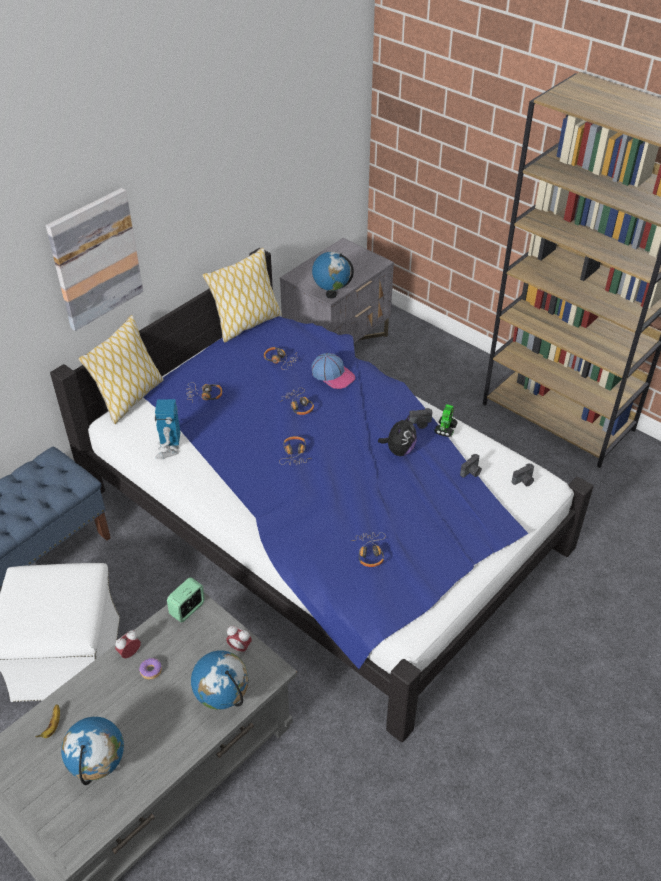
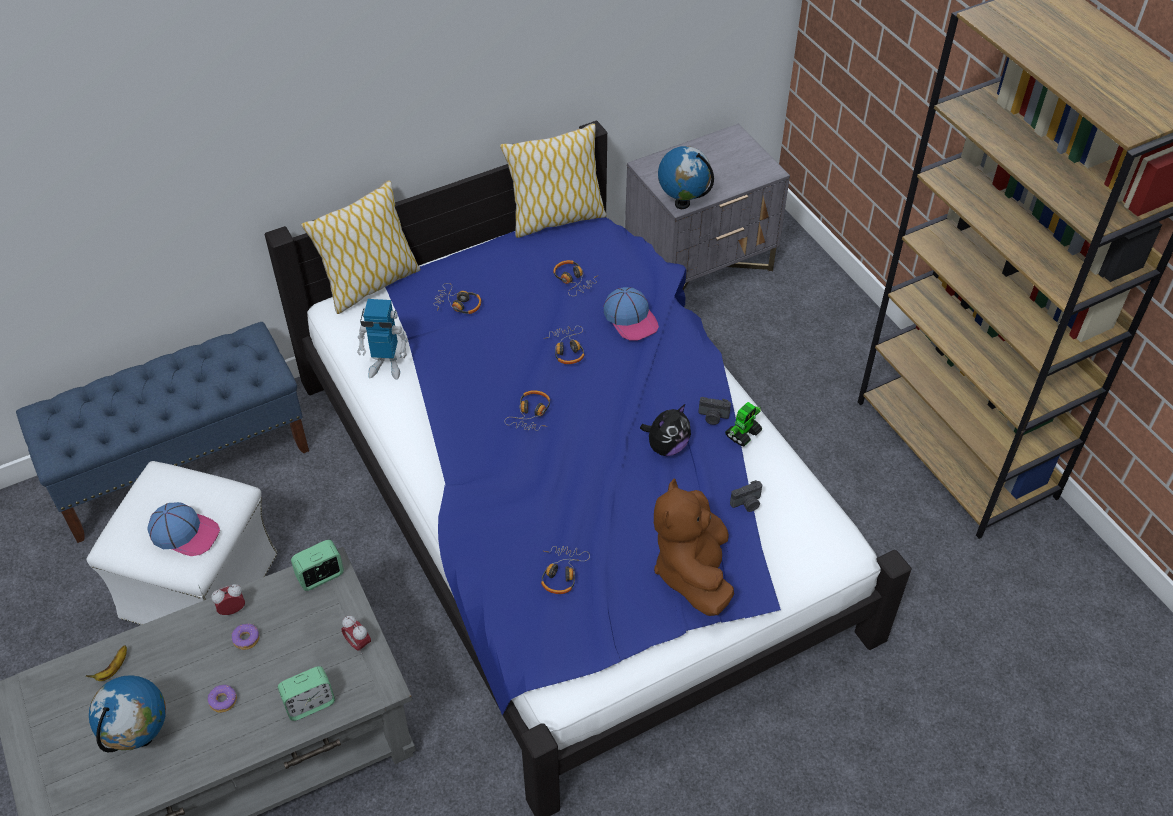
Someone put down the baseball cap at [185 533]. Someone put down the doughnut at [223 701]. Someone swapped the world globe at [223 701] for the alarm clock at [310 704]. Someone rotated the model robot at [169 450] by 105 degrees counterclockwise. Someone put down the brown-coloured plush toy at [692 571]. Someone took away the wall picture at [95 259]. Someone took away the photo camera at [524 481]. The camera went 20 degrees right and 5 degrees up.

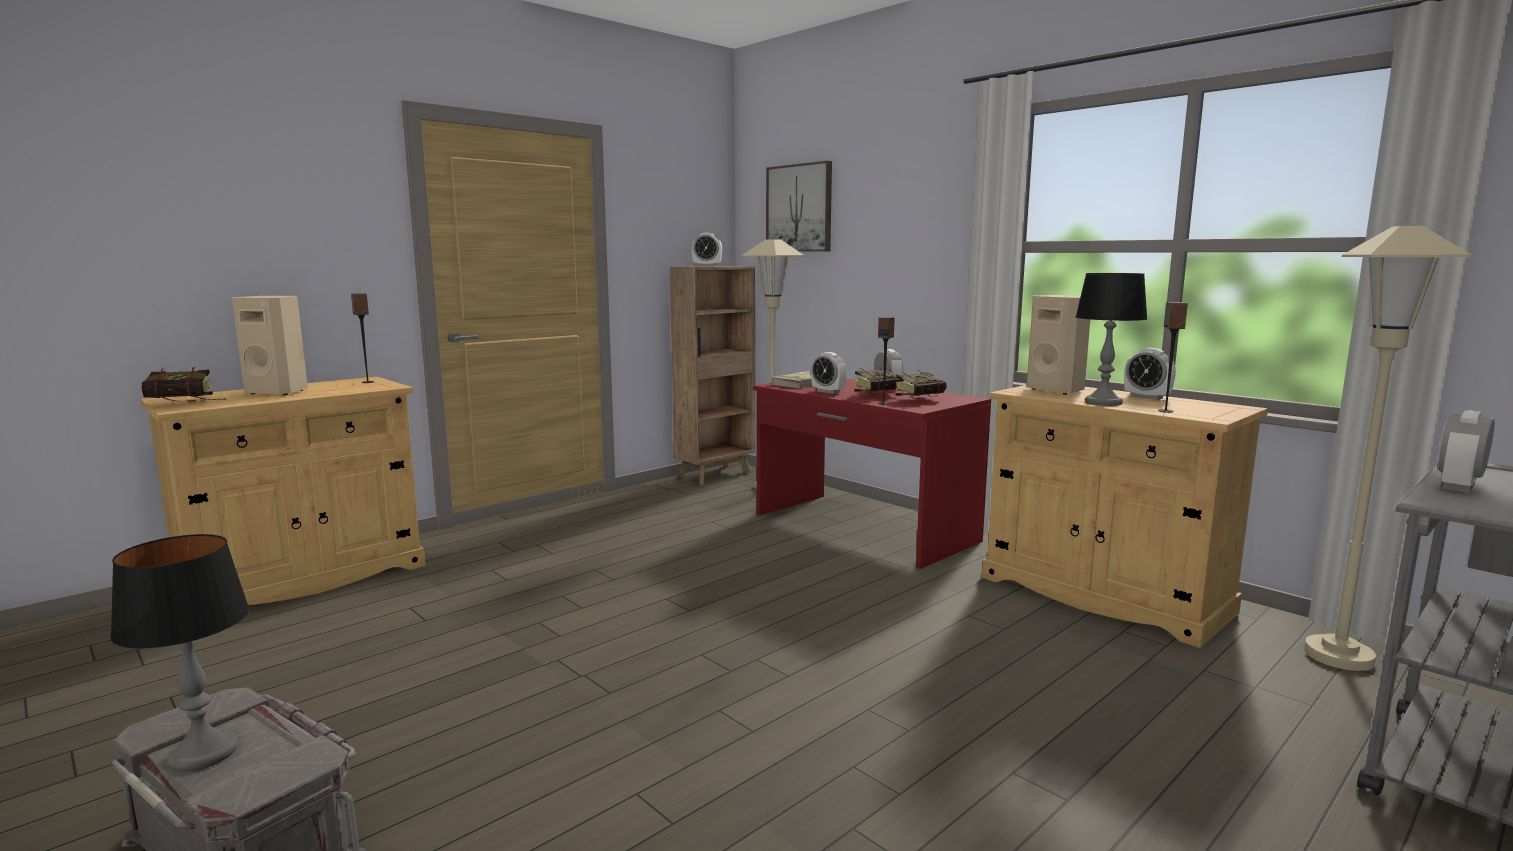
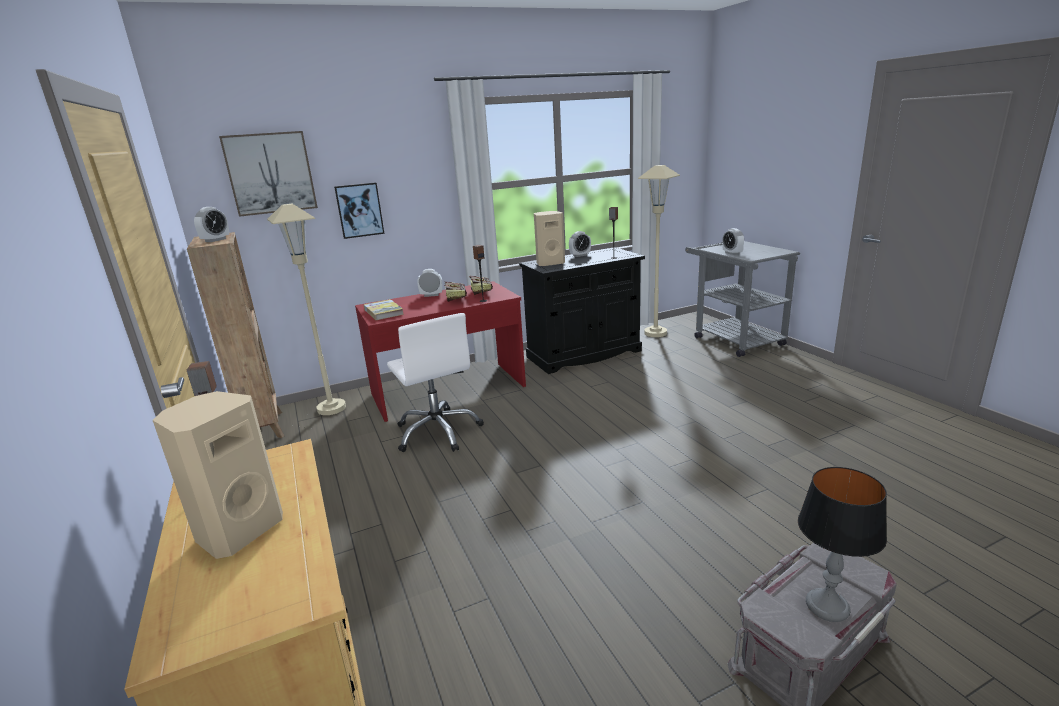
Someone put up the wall picture at [359 210]. Someone put down the whitish office chair at [438 432]. Someone repainted the beige-coloured storage cabinet at [1103 595], which became the black-coloured storage cabinet at [584 354]. Someone took away the volume at [188 403]. Someone took away the alarm clock at [828 392]. Someone took away the tabletop lamp at [1103 402]. The camera went 70 degrees left and 10 degrees up.

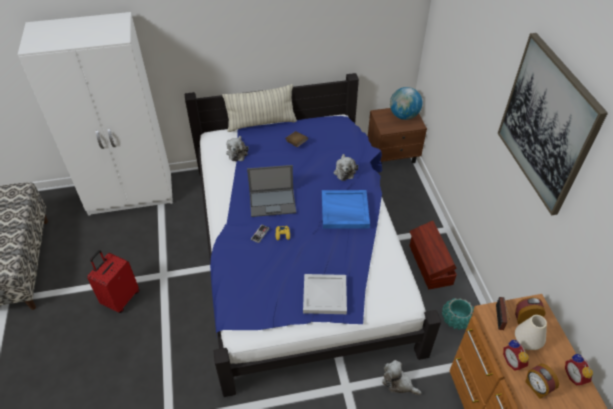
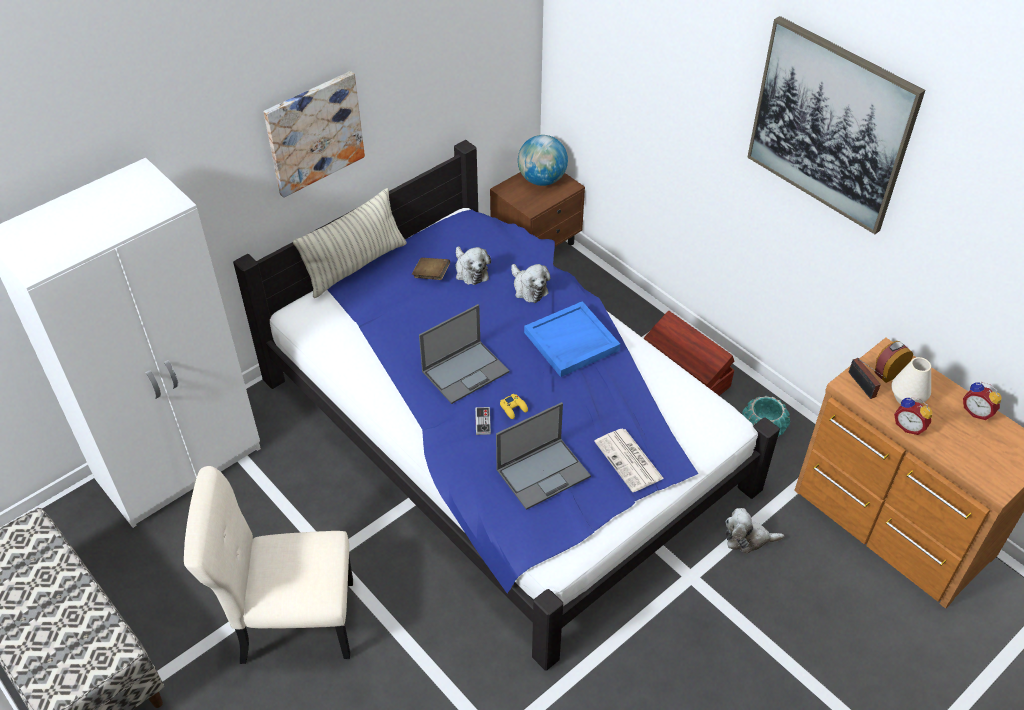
Someone swapped the red suitcase at [120 298] for the beige-coloured plain chair at [292 621]. Someone put up the wall picture at [314 133]. Someone carried the plush toy from [237 152] to [470 271]. Someone put down the portable computer at [544 472]. Someone swapped the whitish carrying tray at [325 296] for the printed paper at [629 461]. Someone took away the alarm clock at [537 387]. The camera went 30 degrees left and 0 degrees up.

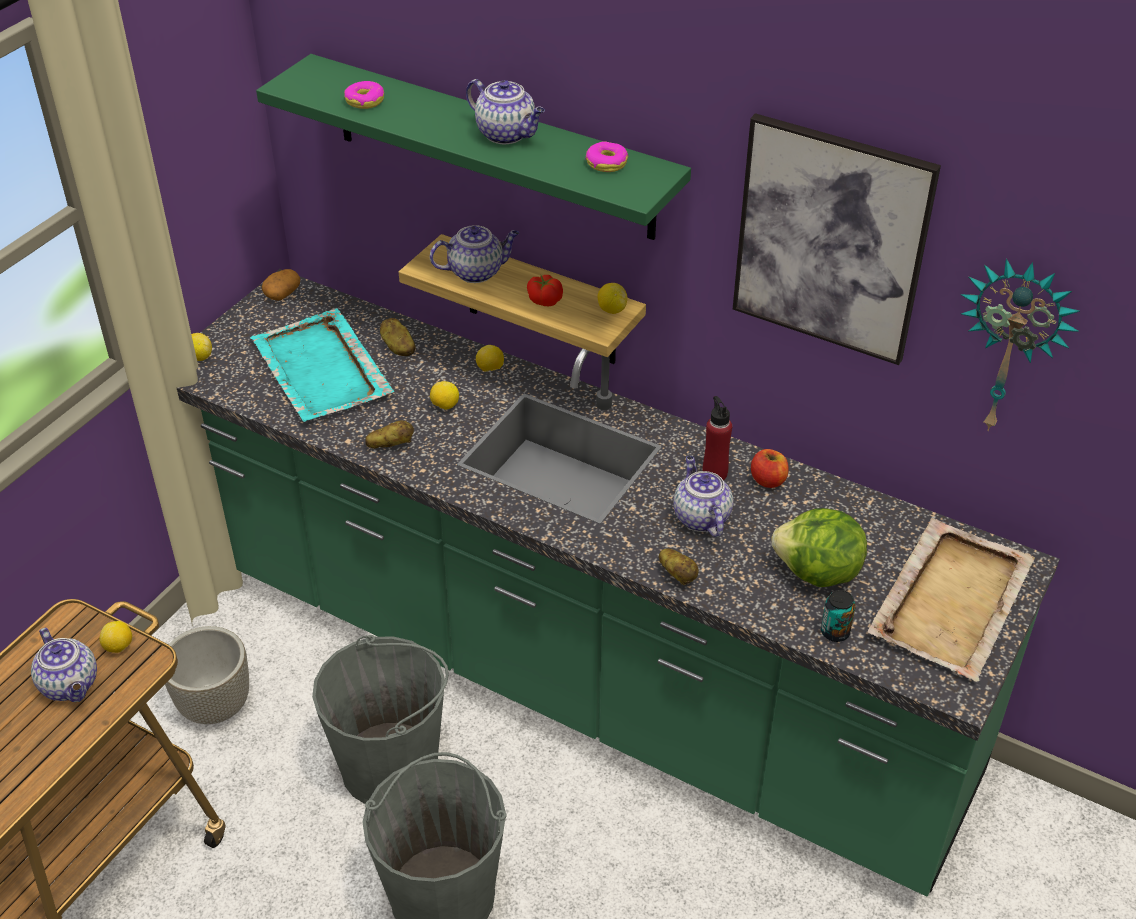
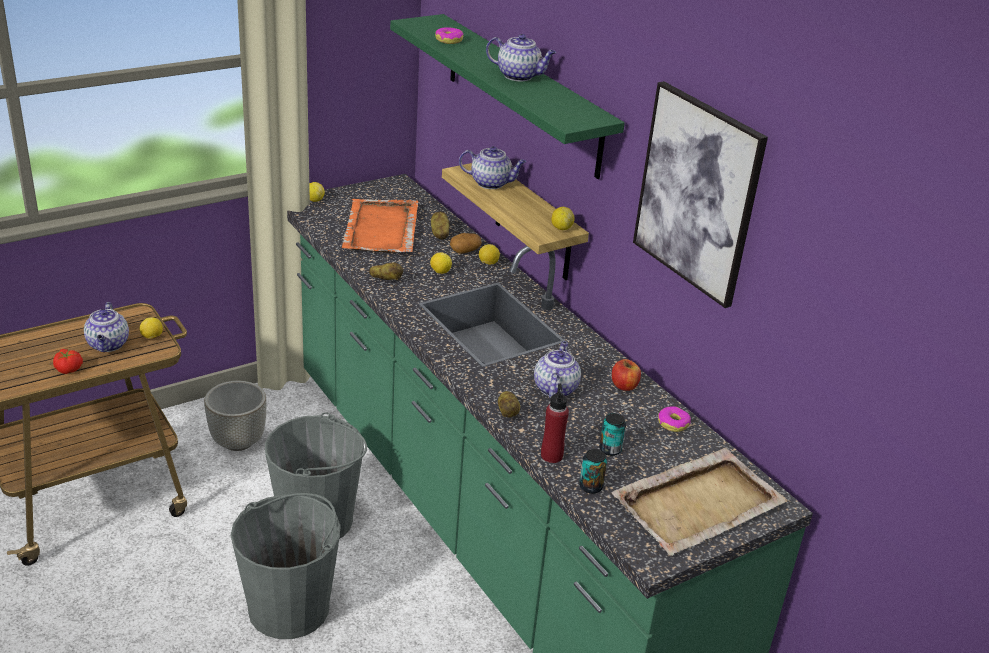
Someone carried the whole tomato from [545 300] to [69 369]. Someone repainted the turquoise carrying tray at [322 371], which became the orange carrying tray at [380 230]. Someone carried the potato from [282 293] to [465 250]. Someone rotated the tea pot at [507 134] by 45 degrees counterclockwise. Someone carried the red drink bottle from [714 473] to [551 456]. Someone swapped the lettuce at [817 573] for the metal can at [610 449]. Someone carried the doughnut from [606 163] to [673 423]. Someone took away the clock on the wall at [1011 345]. The camera went 25 degrees right and 10 degrees down.

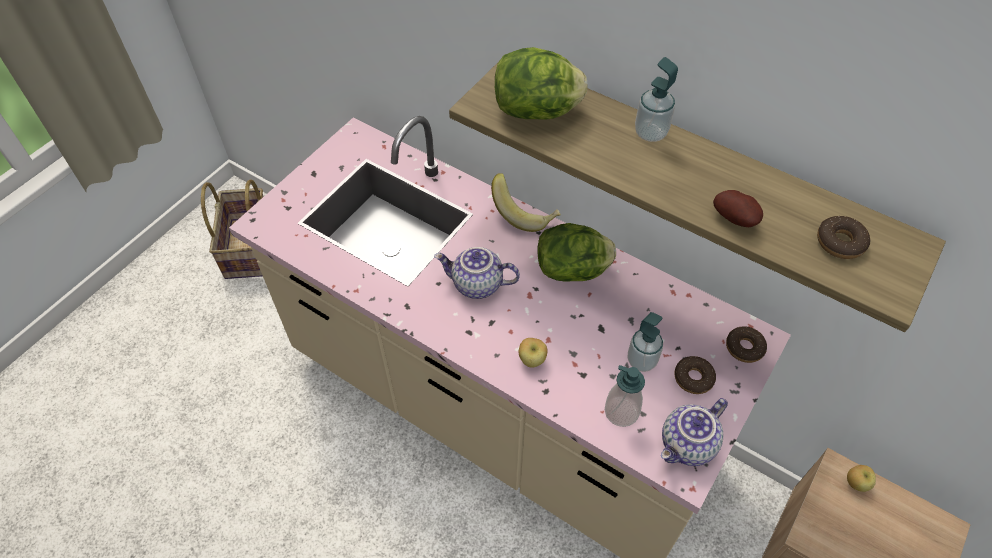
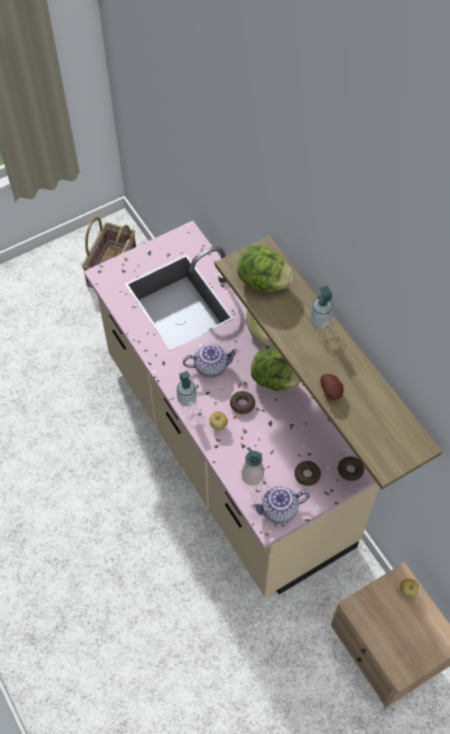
Someone carried the soap bottle from [641 361] to [187 399]. Someone rotated the tea pot at [476 285] by 135 degrees clockwise. Someone carried the doughnut from [840 242] to [242 404]. The camera went 25 degrees right and 5 degrees up.

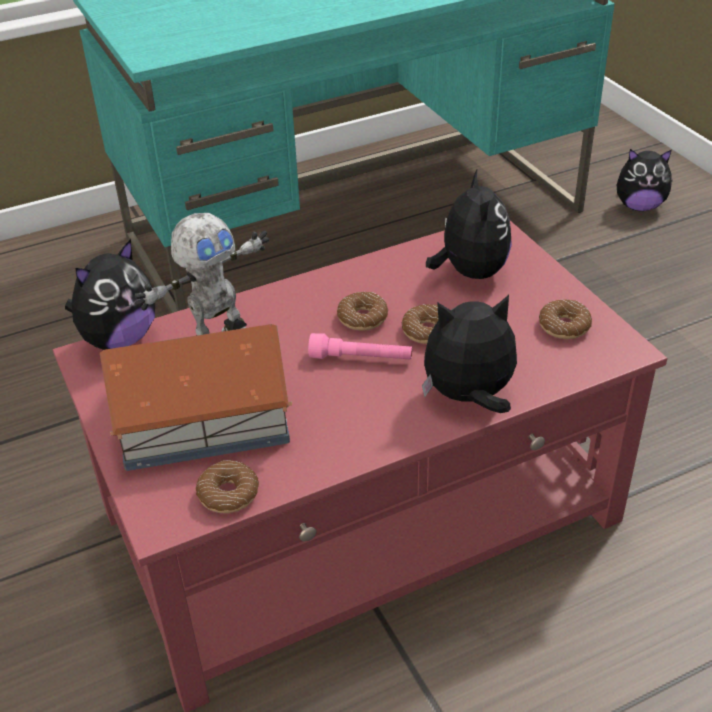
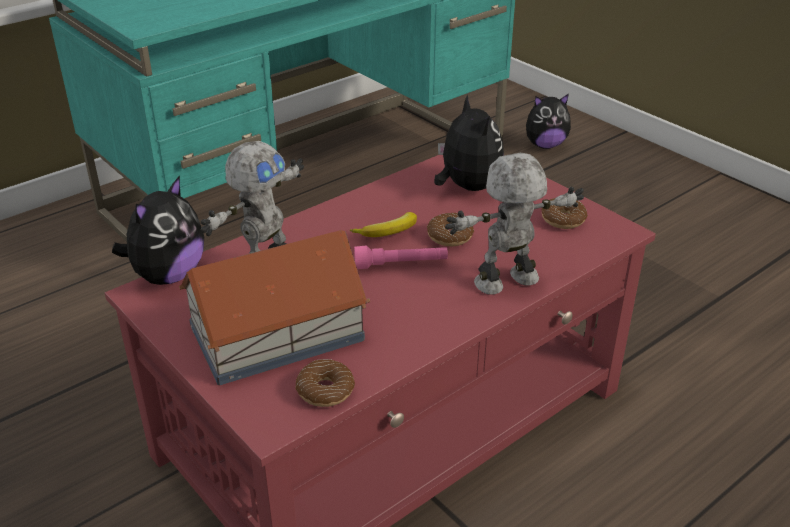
Someone swapped the doughnut at [362 318] for the banana at [389 232]. Someone swapped the plush toy at [469 397] for the model robot at [508 283]. The camera went 15 degrees left and 5 degrees down.

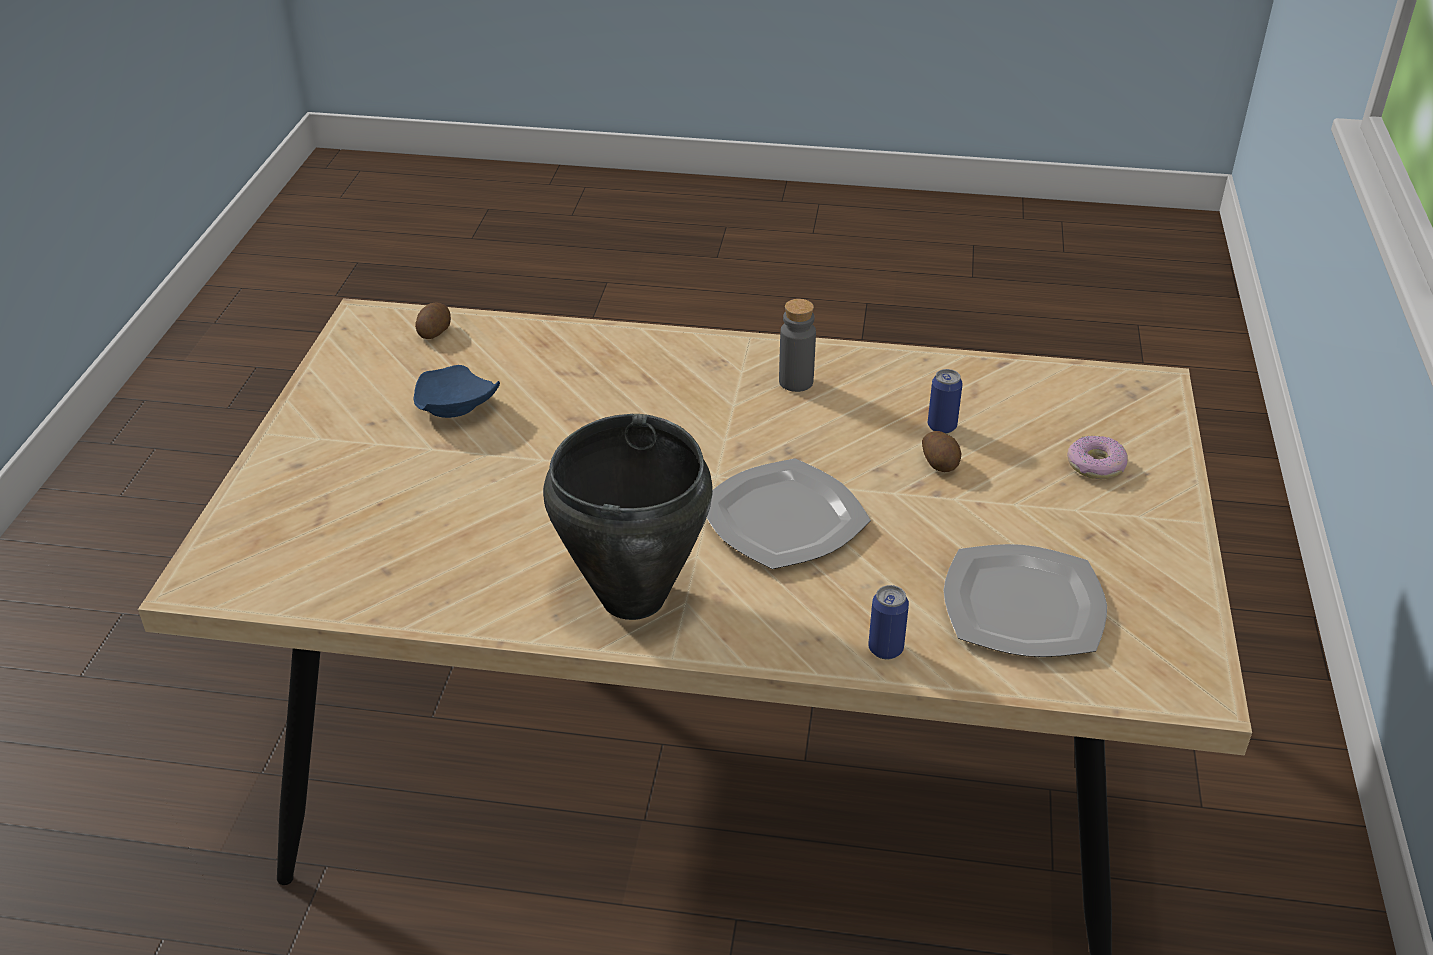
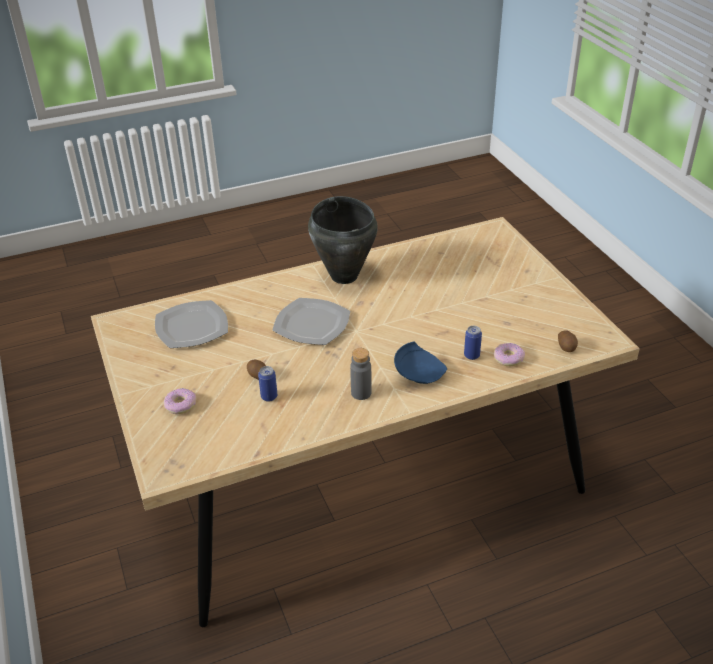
Someone carried the blue-coloured flat dish from [454 407] to [419 372]. Someone carried the metal can from [885 649] to [471 355]. Someone put down the doughnut at [508 358]. The camera went 150 degrees right and 0 degrees up.

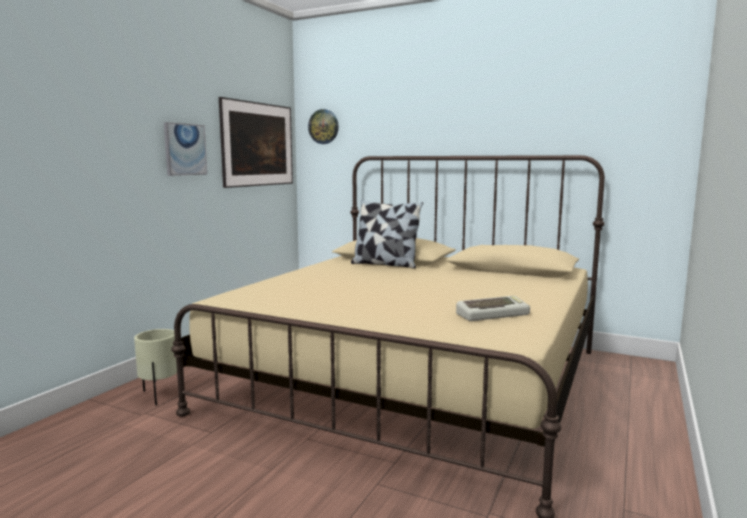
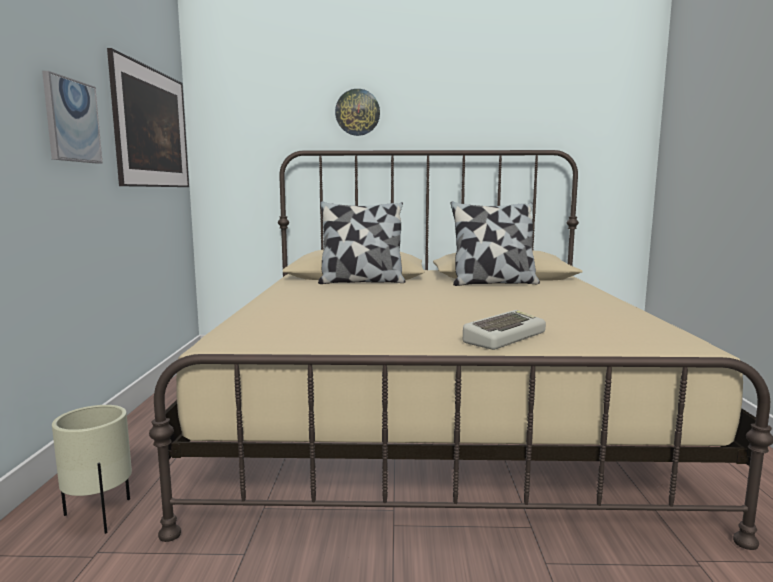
Someone carried the clock on the wall from [323 126] to [357 112]. Someone put down the cushion at [493 283]. Someone carried the keyboard from [492 314] to [503 337]. The camera went 25 degrees left and 0 degrees up.

